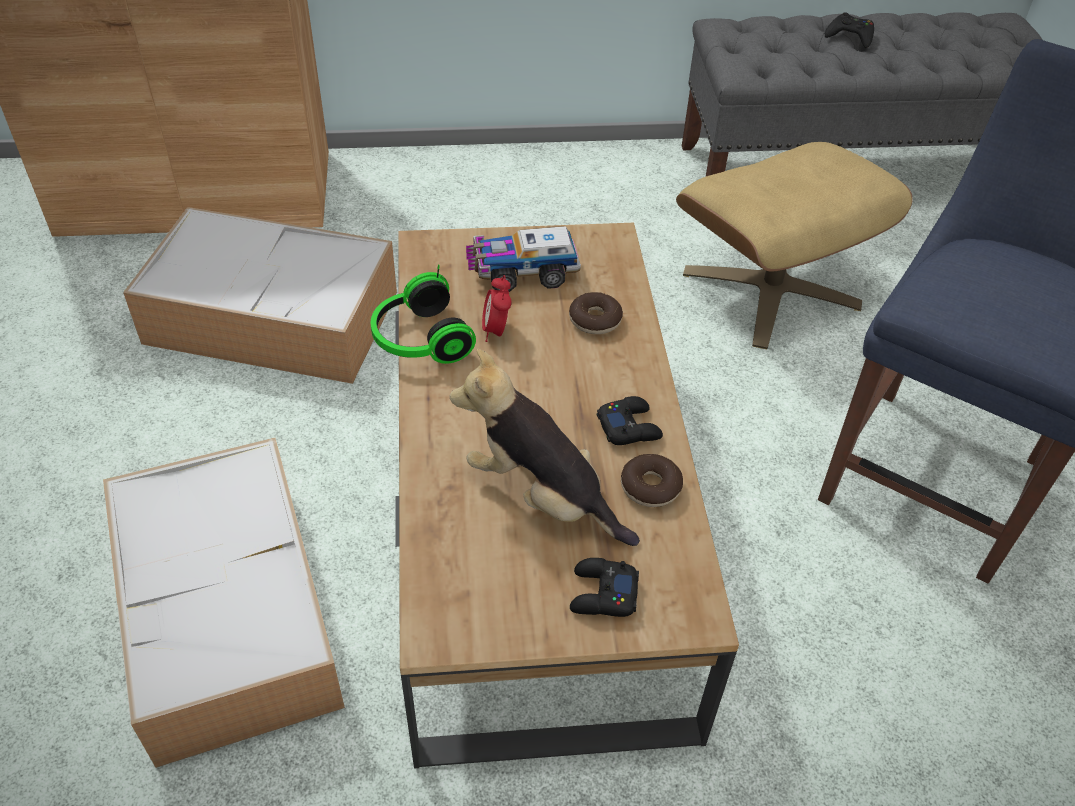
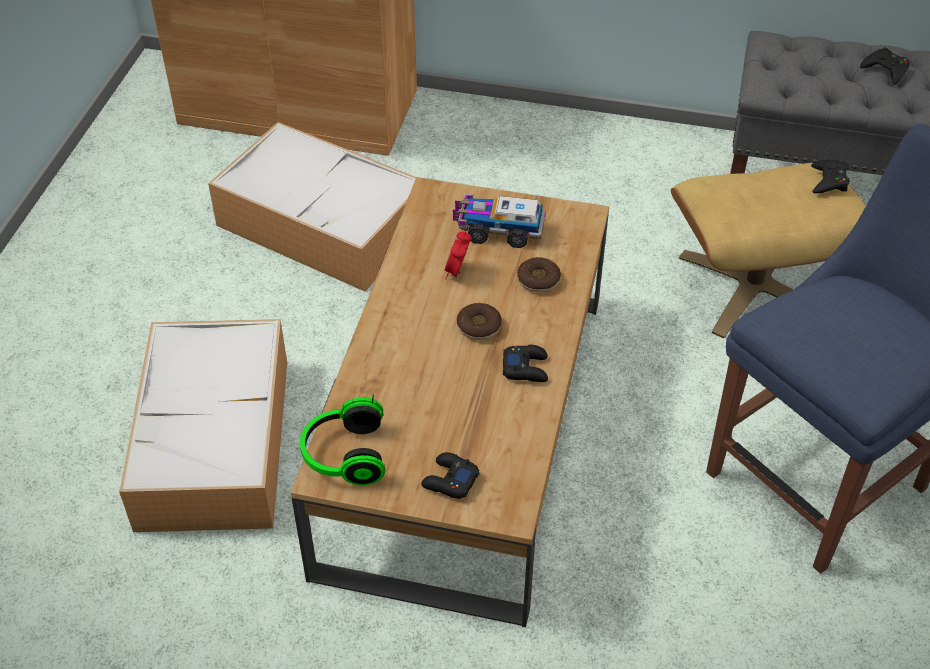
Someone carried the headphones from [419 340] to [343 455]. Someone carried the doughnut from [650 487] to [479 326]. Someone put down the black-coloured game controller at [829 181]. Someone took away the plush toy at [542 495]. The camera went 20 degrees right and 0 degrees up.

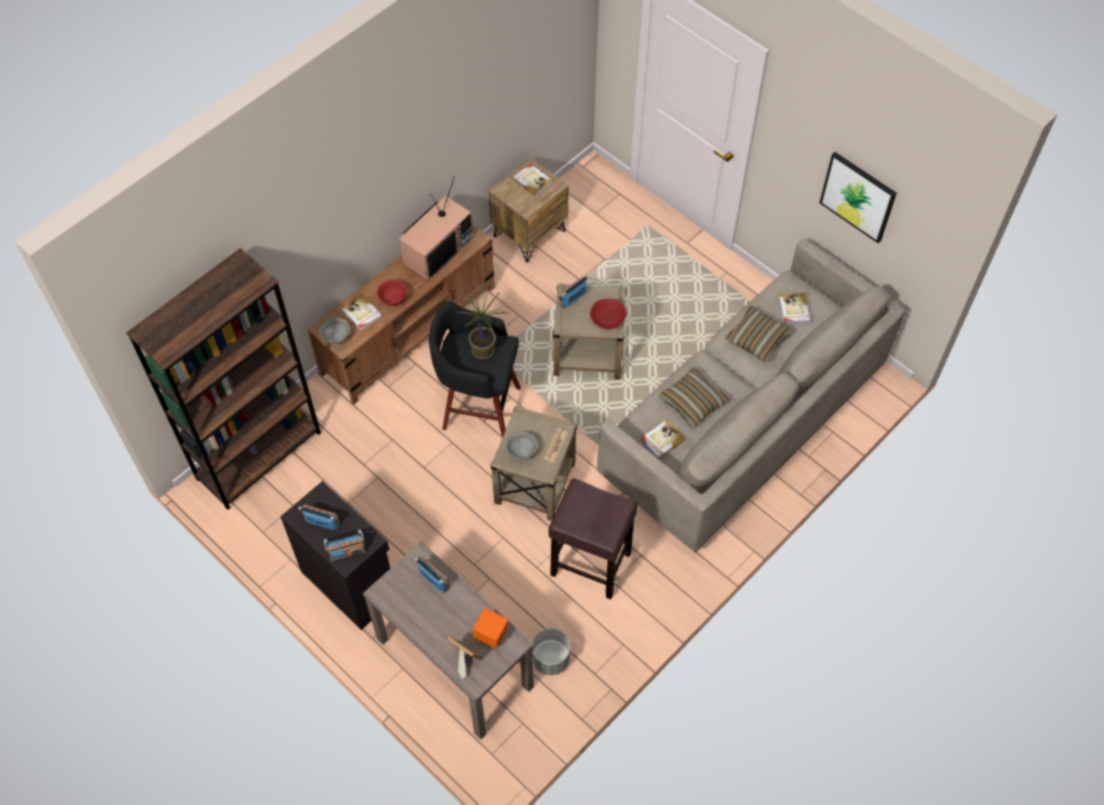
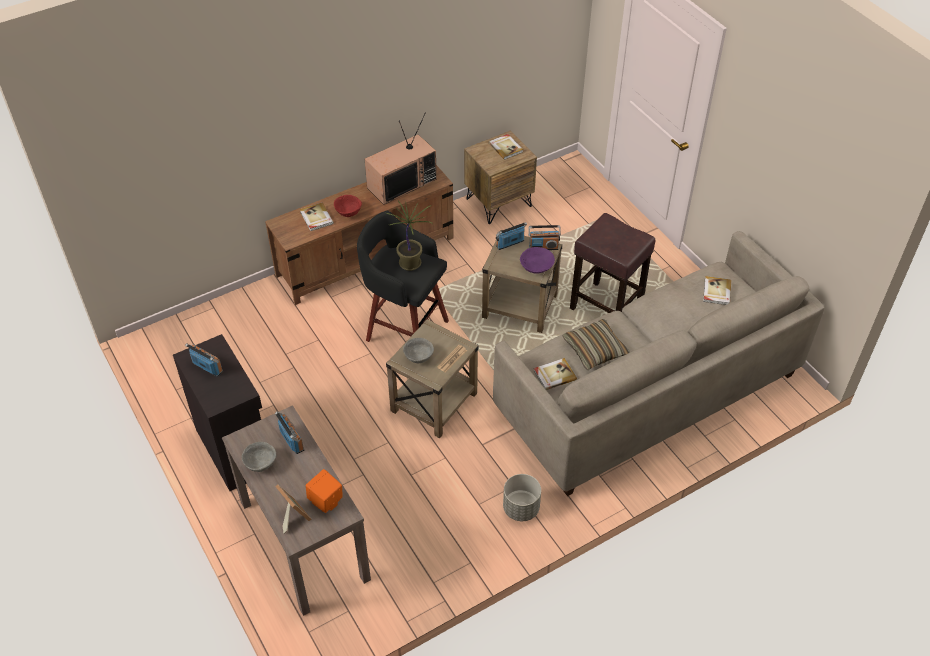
Someone carried the gray bowl from [336 337] to [260 464]. Someone carried the gray flower pot from [550 659] to [521 508]. Someone repainted the red bowl at [608 319], which became the purplish bowl at [536 266]. Someone carried the radio receiver from [347 553] to [543 247]. Someone carried the brown-coloured sitting stool from [589 564] to [604 307]. Someone took away the brown-coloured shelving unit at [259 455]. Someone took away the cushion at [757 339]. Someone took away the wall picture at [858 196]. The camera went 15 degrees right and 10 degrees down.

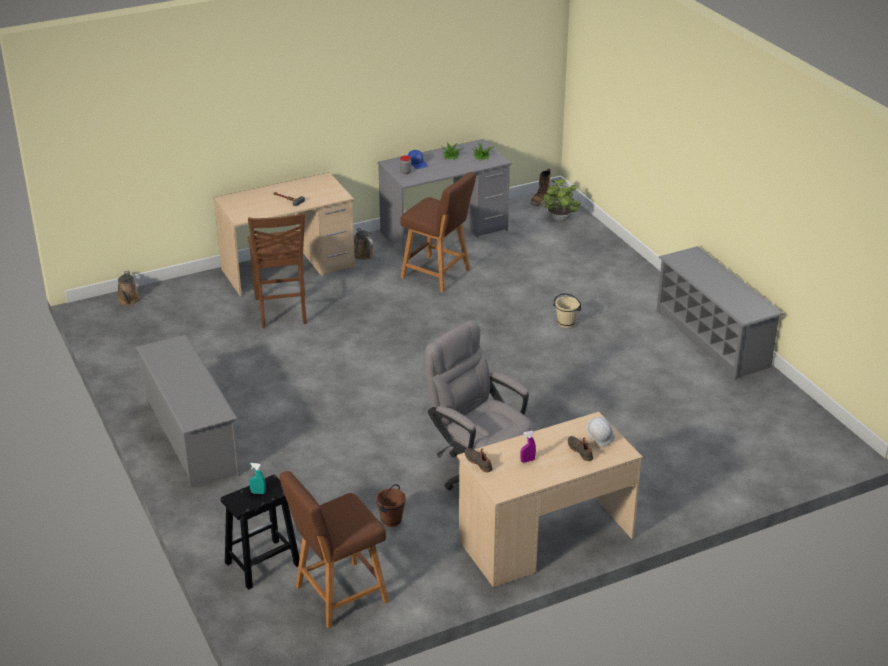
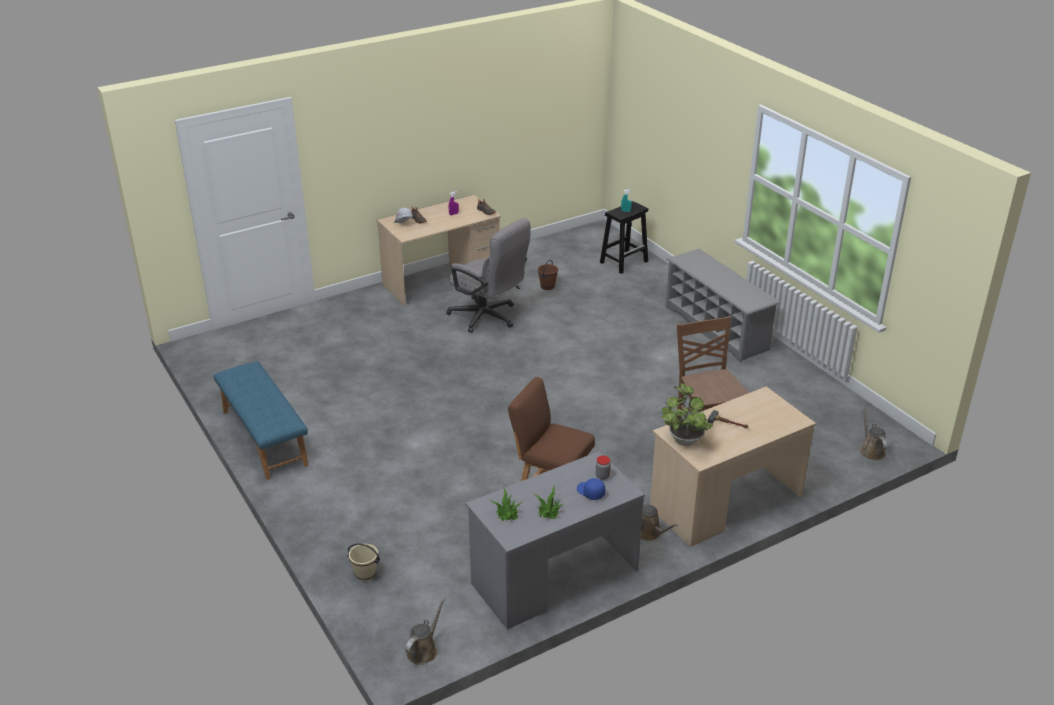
Someone swapped the gray shoe stand at [712 339] for the blue-coloured long seat at [263 438]. Someone carried the beige-coloured water bucket from [566 323] to [365 575]. Someone swapped the high-top boot at [540 201] for the brown-coloured watering can at [423 650]. Someone carried the potted plant from [560 219] to [684 438]. Someone took away the brown-coloured sitting stool at [337 596]. The camera went 175 degrees right and 0 degrees up.

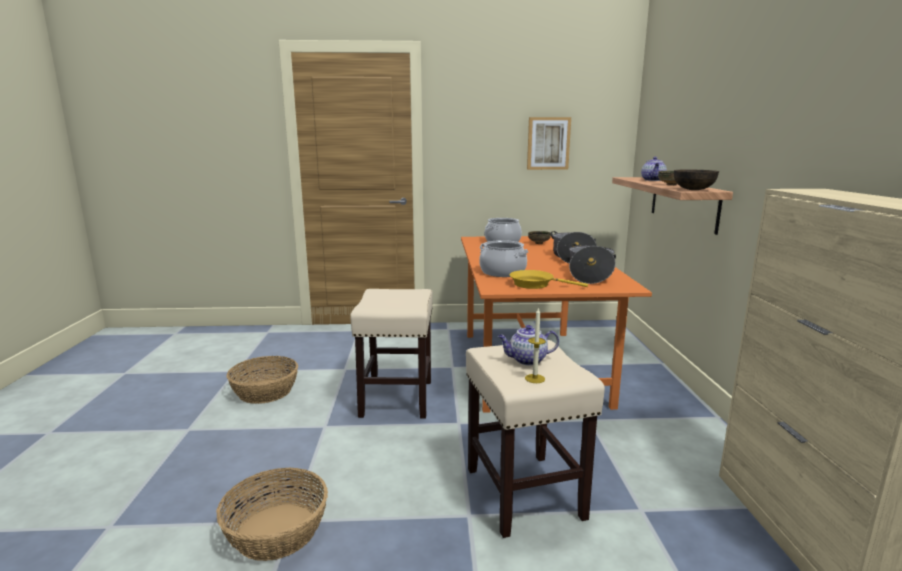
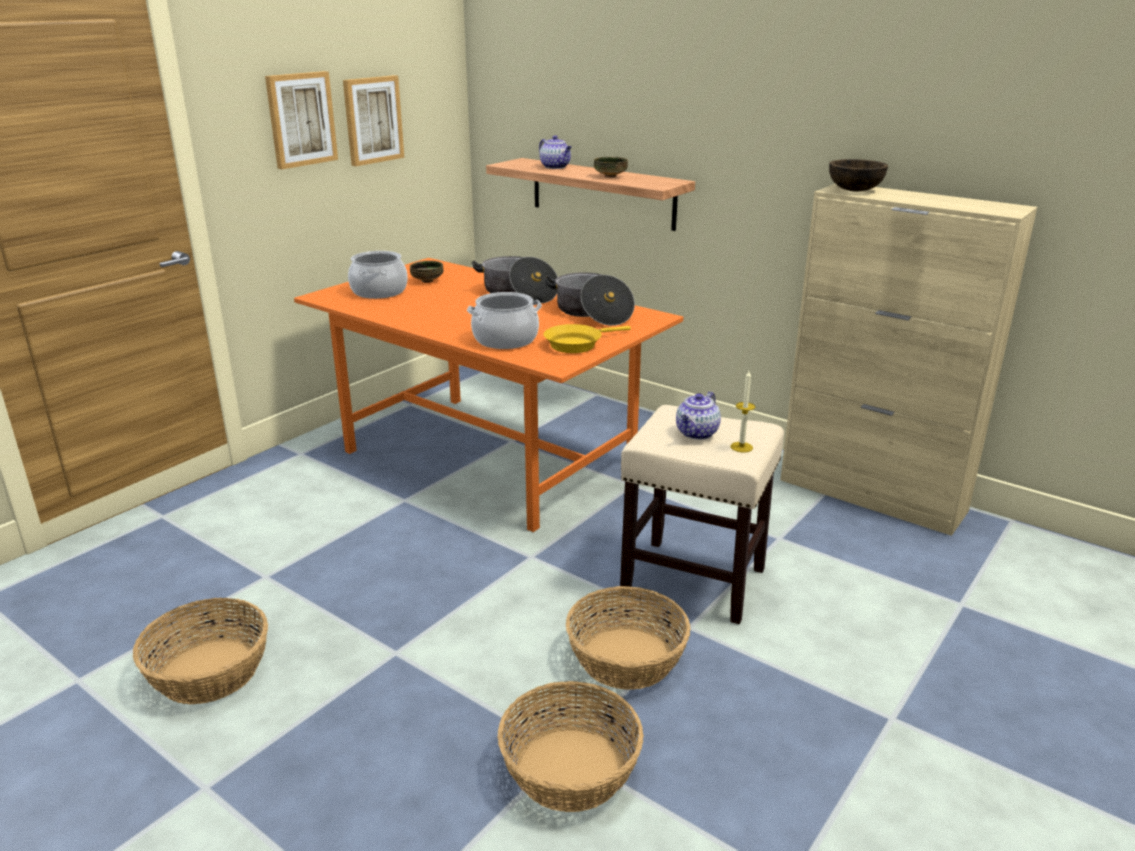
Someone put up the wall picture at [301 119]. Someone put down the household basket at [627 658]. Someone carried the brown-coloured bowl from [693 189] to [854 190]. Someone took away the beige-coloured sitting stool at [397 398]. The camera went 50 degrees left and 10 degrees up.

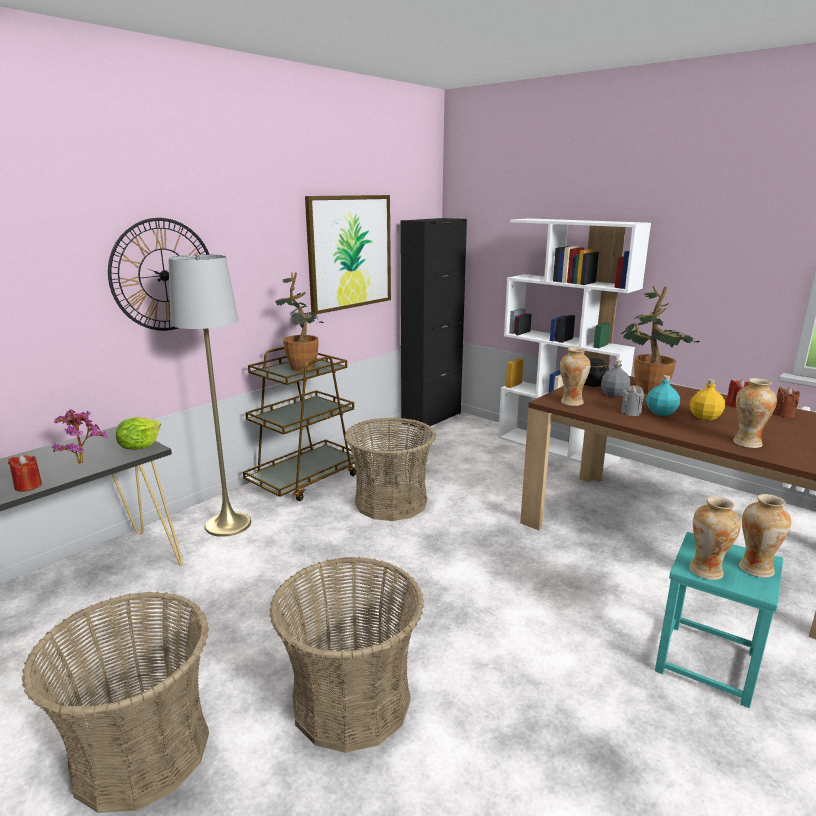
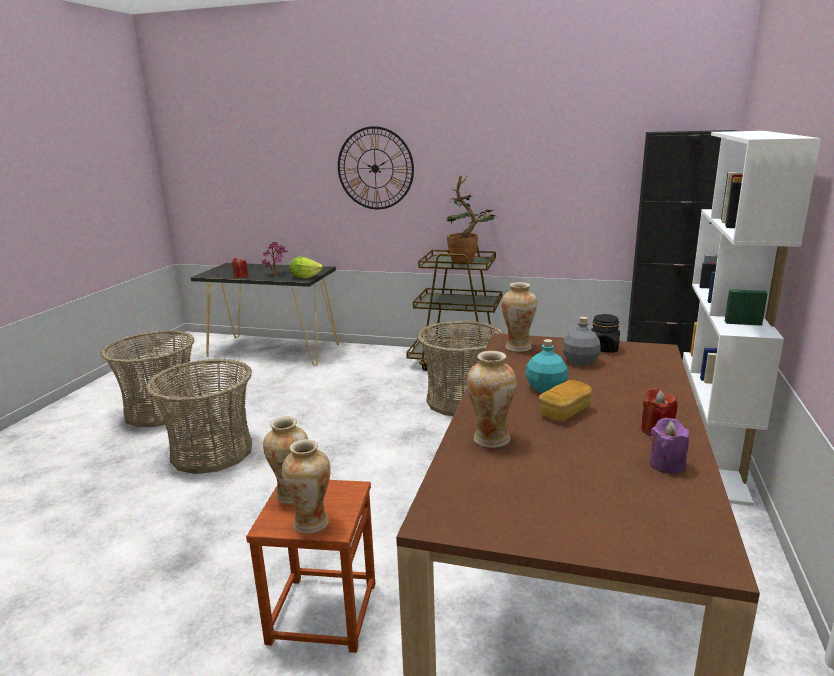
Someone repainted the turquoise sitting stool at [706 663], which became the brown-coloured sitting stool at [322 612]. Someone swapped the yellow-coloured drink bottle at [705 417] for the bread at [564 412]. Someone repainted the brown-coloured wax candle at [783 414], which became the purplish wax candle at [666 465]. Someone took away the gray standing lamp at [228 524]. Someone took away the wall picture at [349 252]. Someone took away the potted plant at [647 388]. Someone took away the gray wax candle at [630 413]. The camera went 65 degrees right and 0 degrees up.

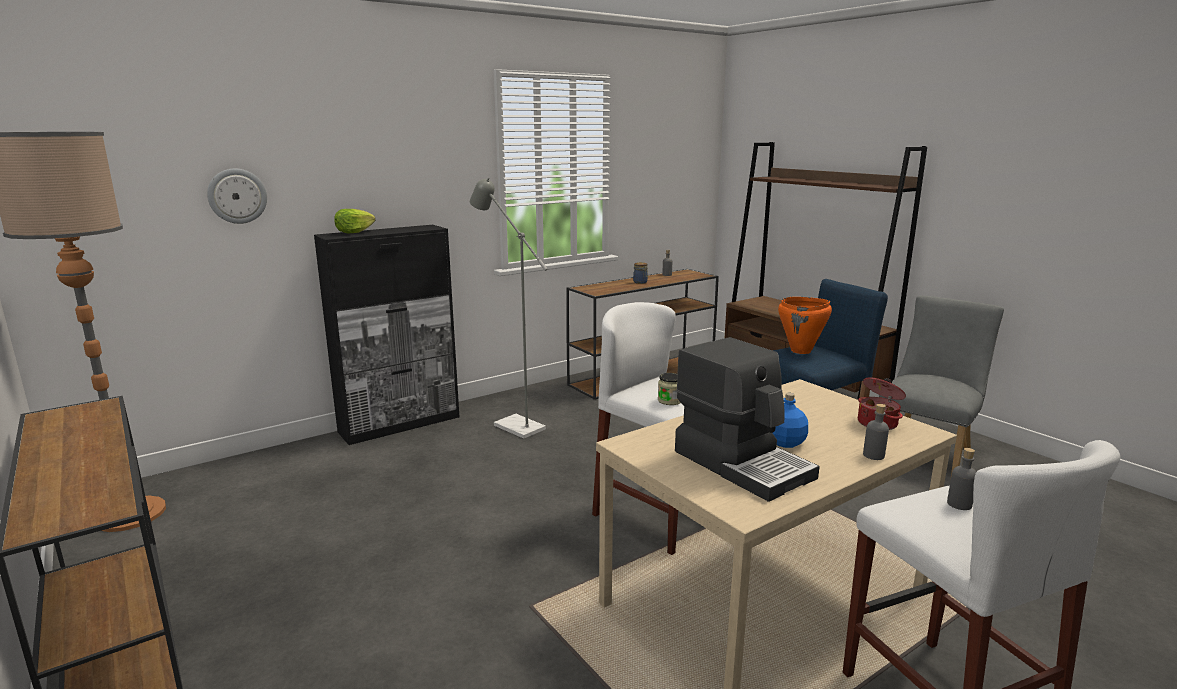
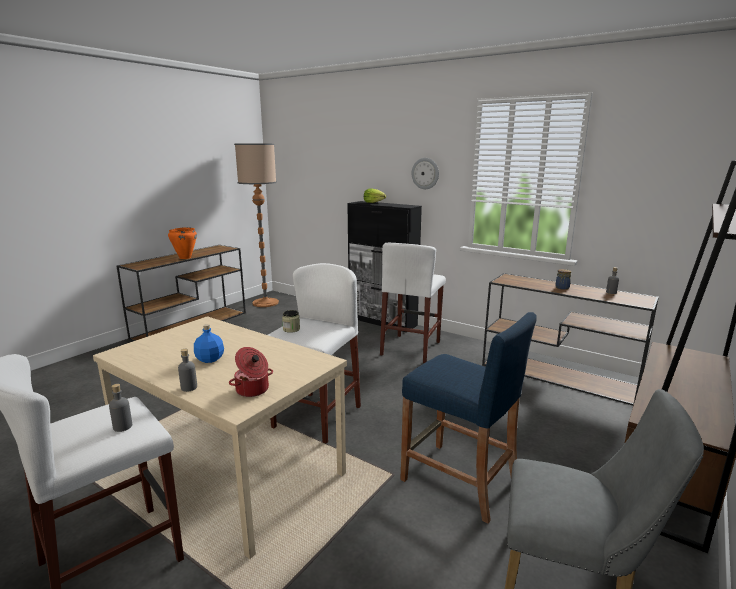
Someone carried the orange stockpot from [801 351] to [185 257]. Someone swapped the gray standing lamp at [513 424] for the whitish sitting stool at [411 348]. Someone carried the clock on the wall from [237 196] to [425 173]. Someone took away the coffee machine at [743 463]. The camera went 70 degrees right and 0 degrees up.

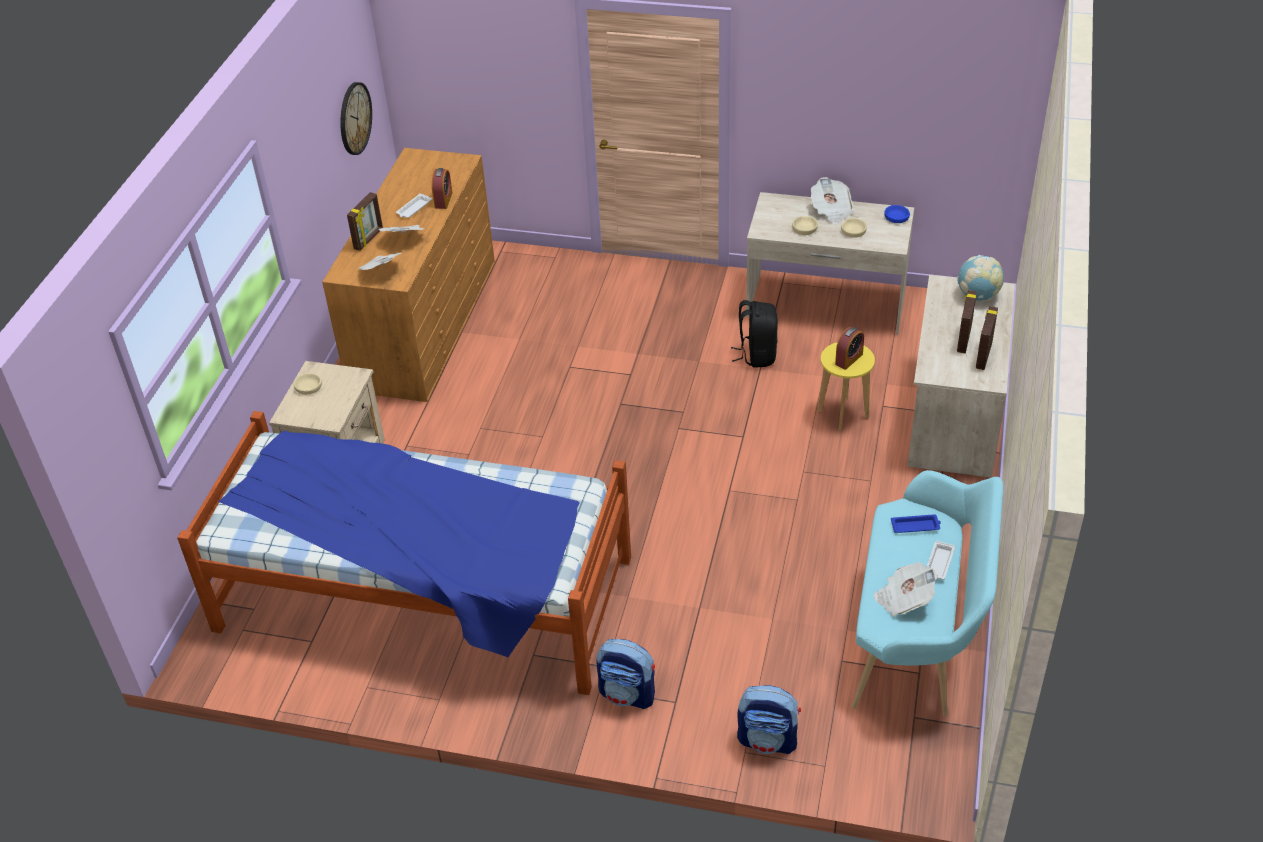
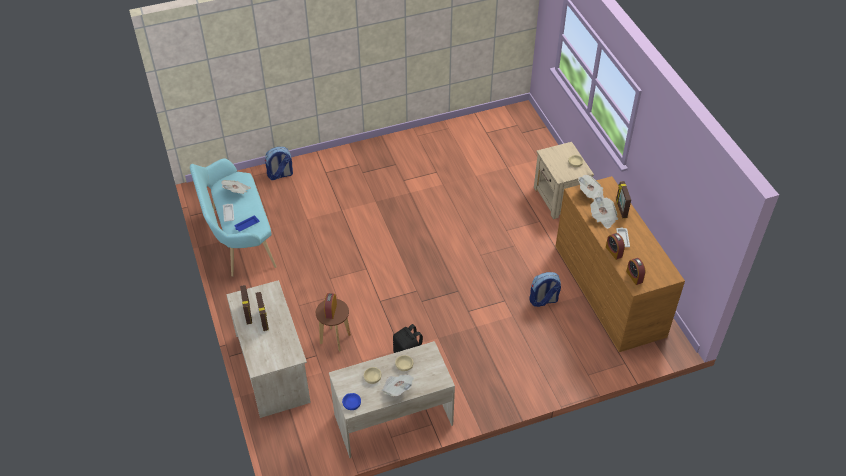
Someone repainted the yellow-coloured sitting stool at [842 414], which became the brown-coloured sitting stool at [335 339]. Someone carried the knapsack from [628 694] to [543 300]. Someone put down the alarm clock at [634 276]. Someone took away the sleeping bed at [424 596]. Someone took away the clock on the wall at [354 118]. Someone took away the world globe at [978 295]. The camera went 145 degrees right and 5 degrees up.

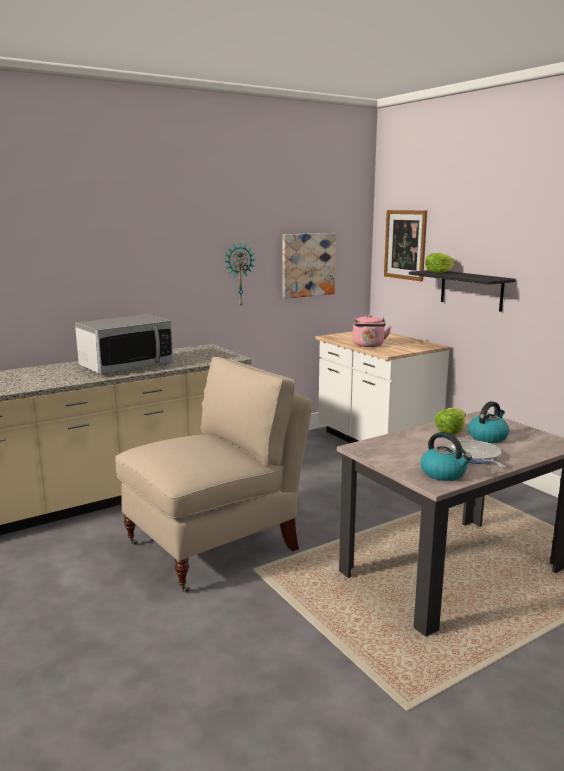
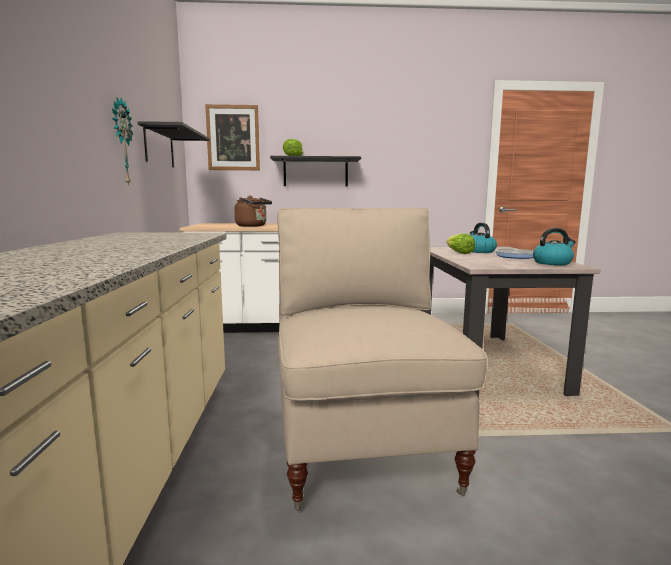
Someone swapped the wall picture at [308 265] for the black-coloured wall shelf at [159 147]. Someone repainted the pink-coloured tea kettle at [368 345], which became the brown-coloured tea kettle at [253 226]. Someone took away the kitchen microwave at [126 366]. The camera went 60 degrees left and 5 degrees down.

